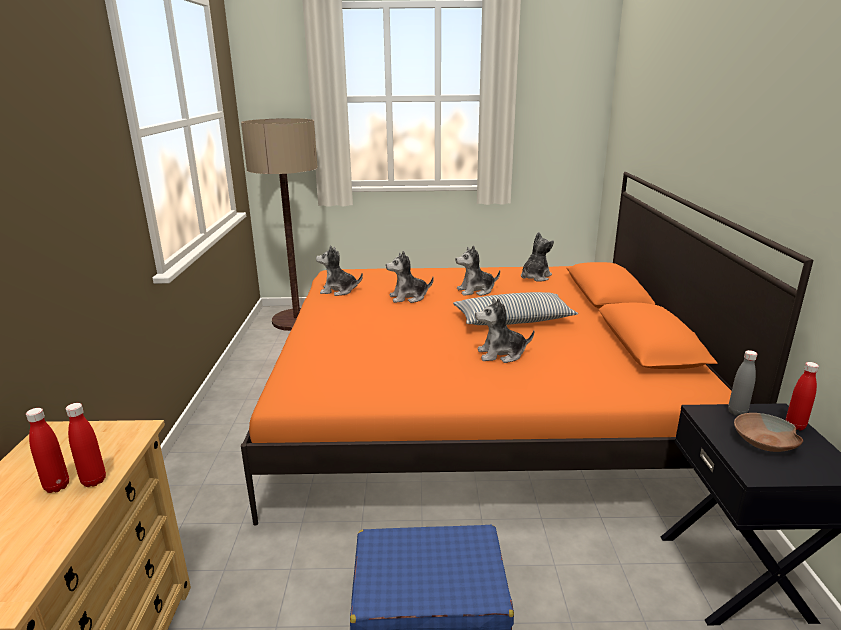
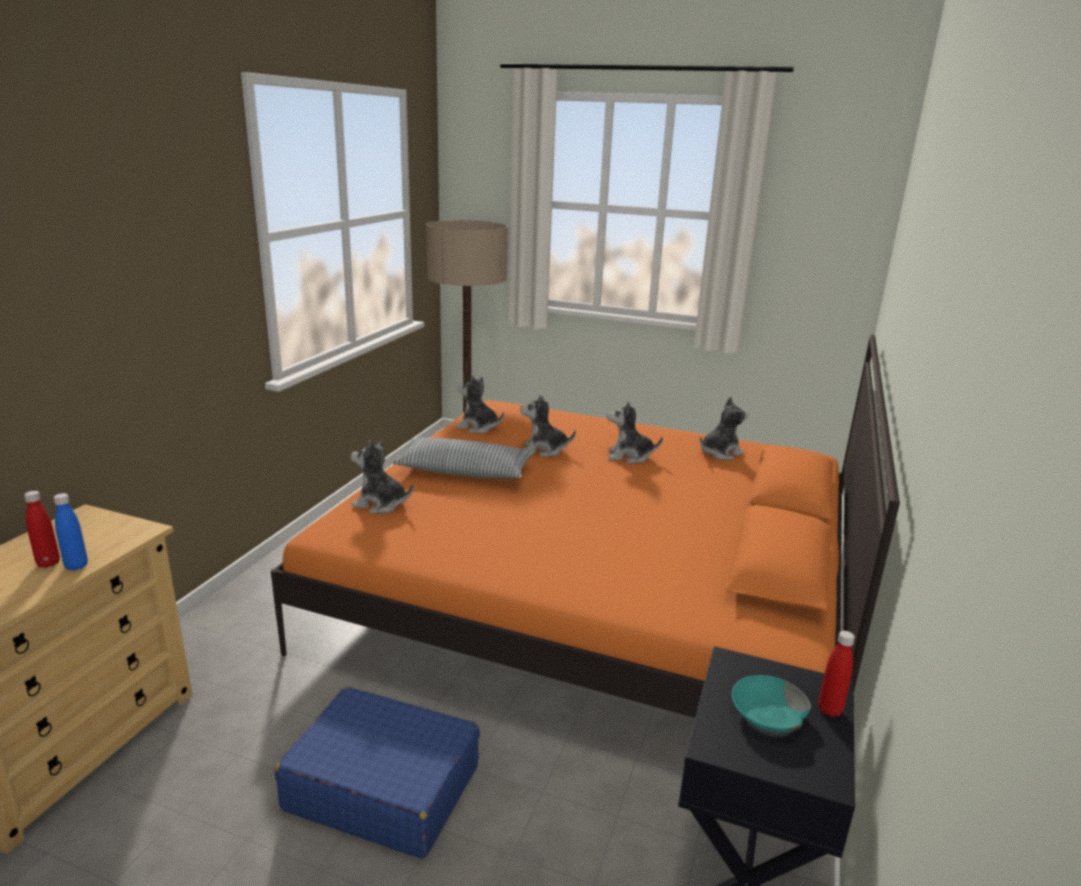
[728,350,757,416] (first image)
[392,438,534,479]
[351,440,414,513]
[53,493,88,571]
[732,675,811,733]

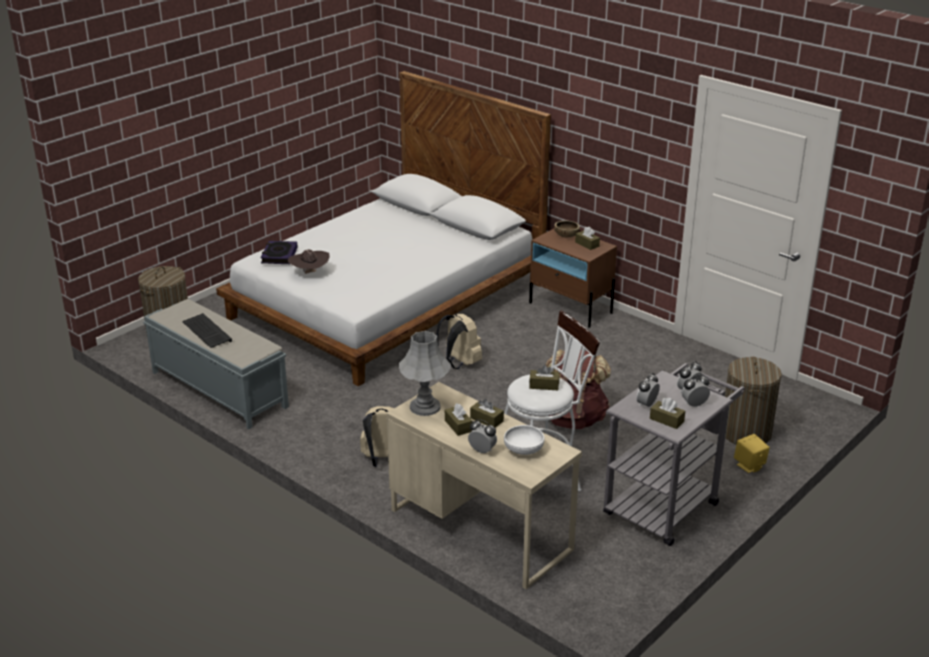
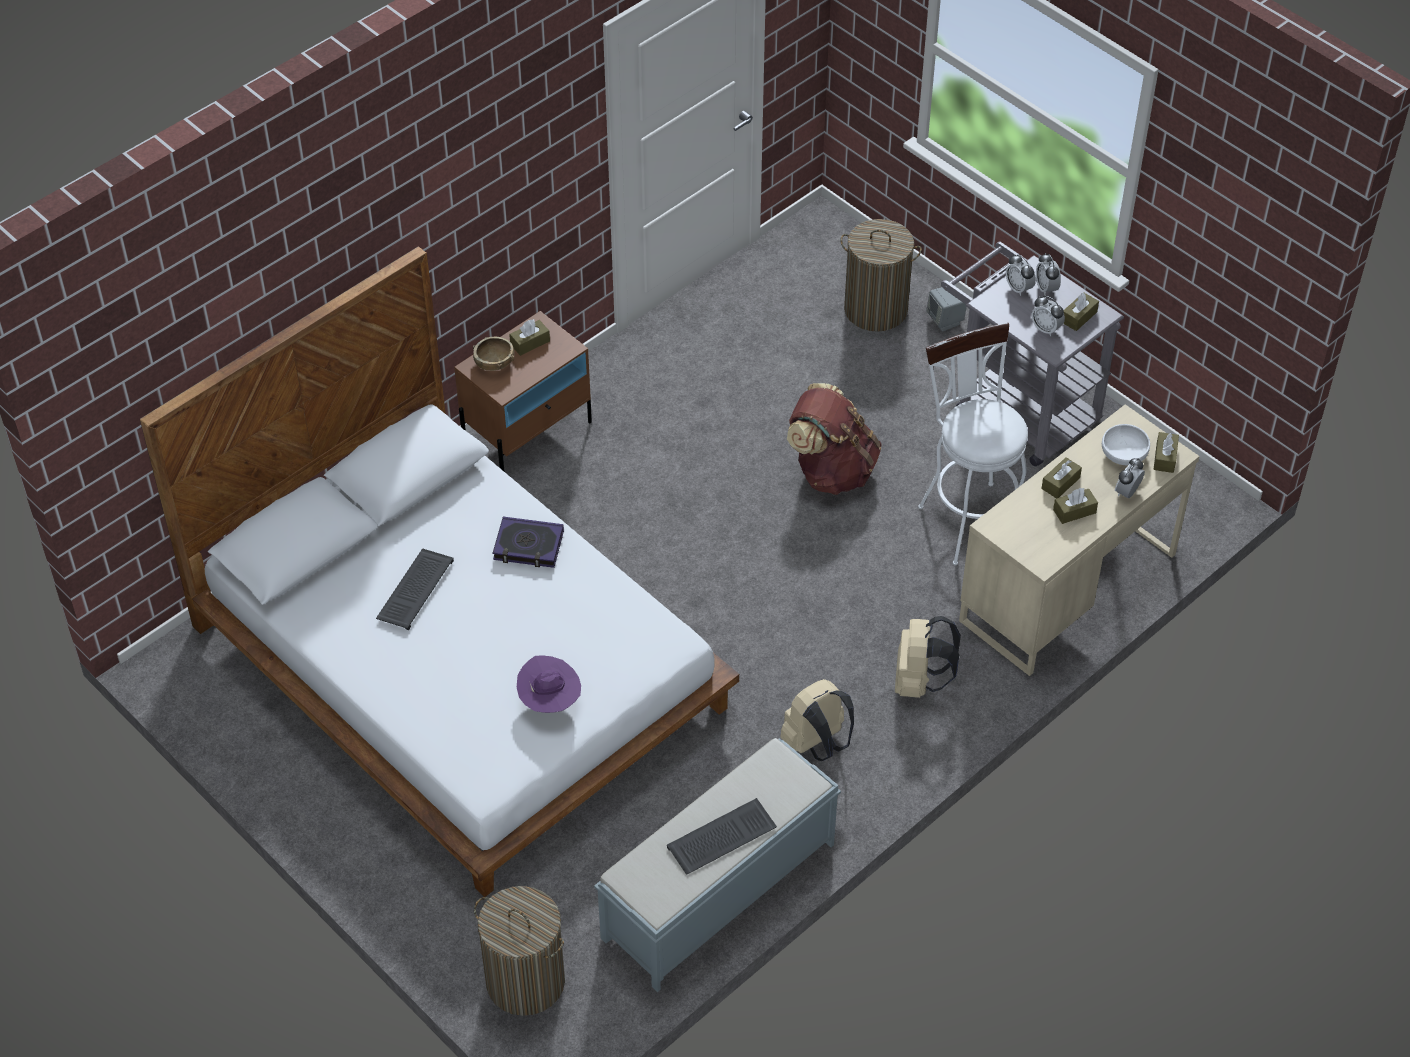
[399,331,451,416] (first image)
[376,548,454,630]
[493,517,564,568]
[780,679,854,761]
[1154,432,1179,473]
[517,655,581,713]
[926,285,967,332]

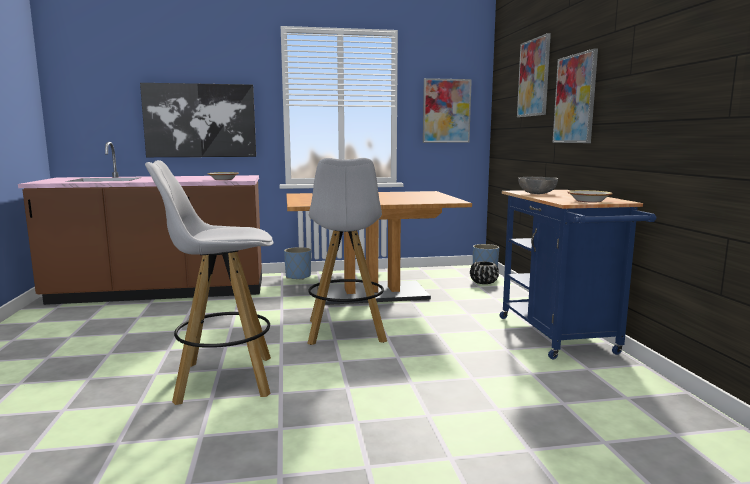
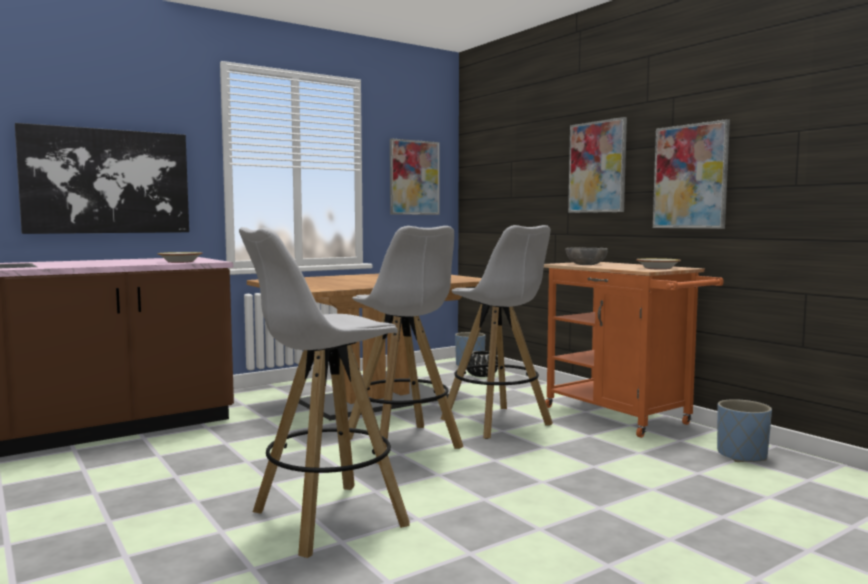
[441,225,553,439]
[717,399,772,462]
[653,119,730,229]
[544,262,723,438]

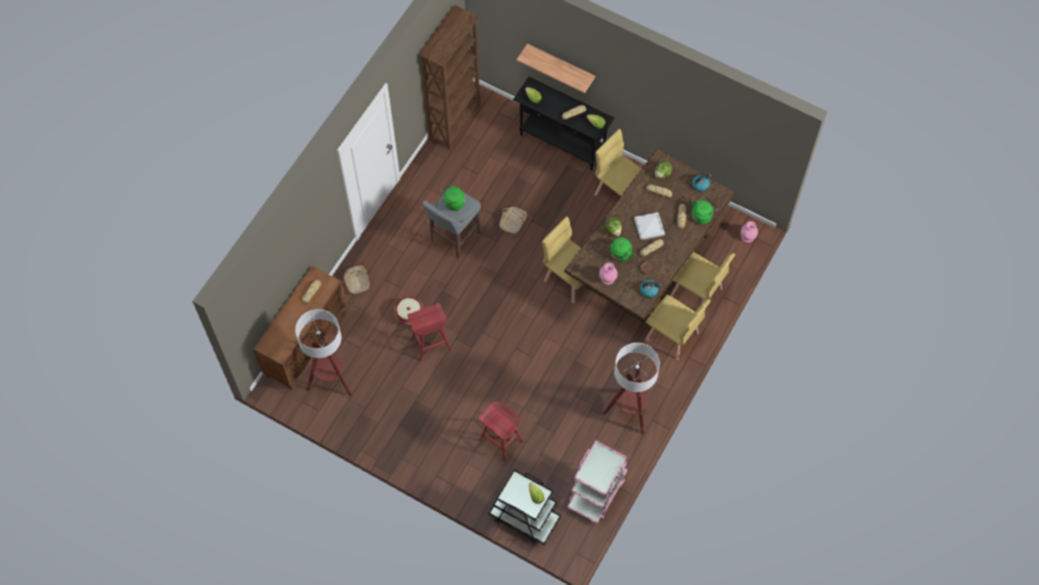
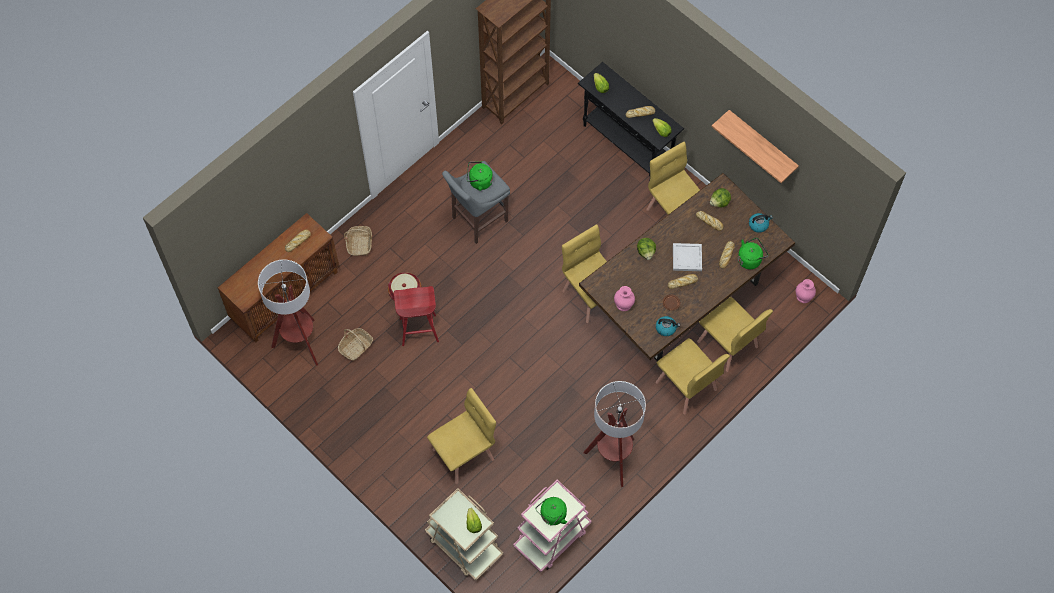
[338,328,373,361]
[712,110,799,183]
[536,497,567,526]
[427,388,496,484]
[425,488,503,581]

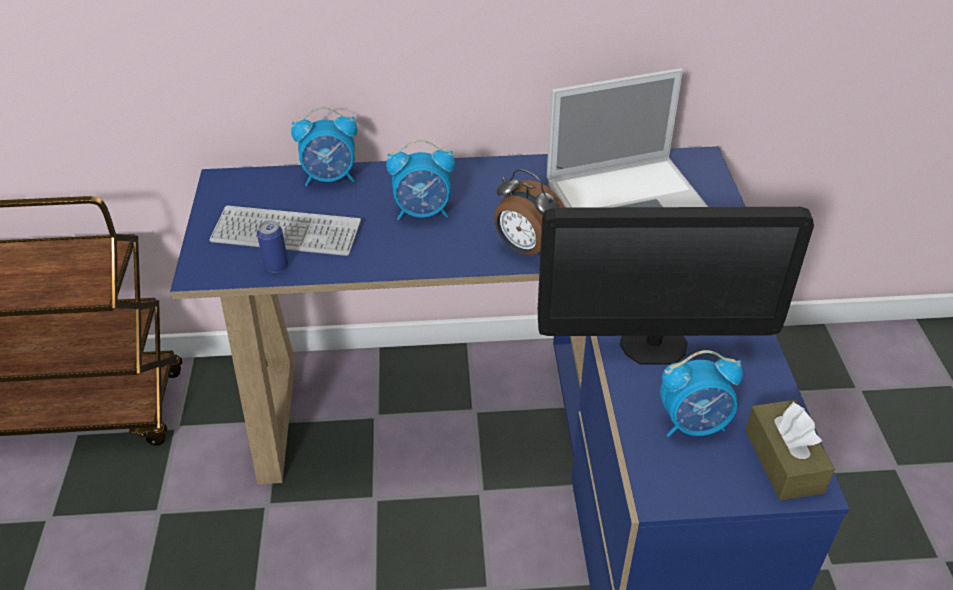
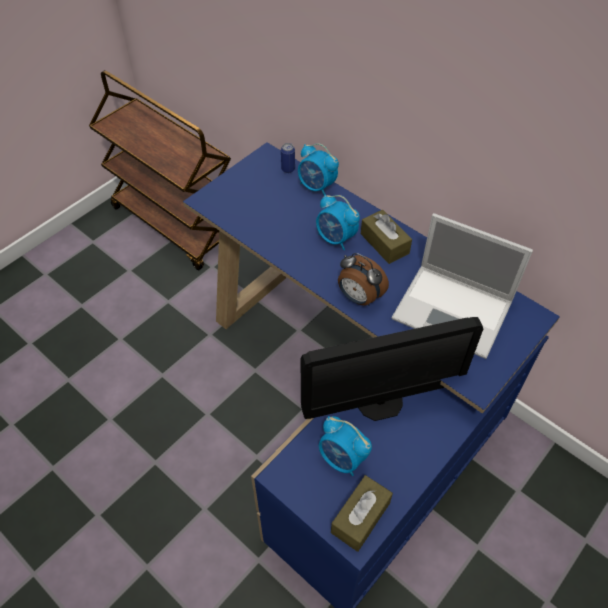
[210,206,361,256] (first image)
[361,210,412,264]
[281,143,295,173]
[338,253,389,306]
[301,317,483,421]

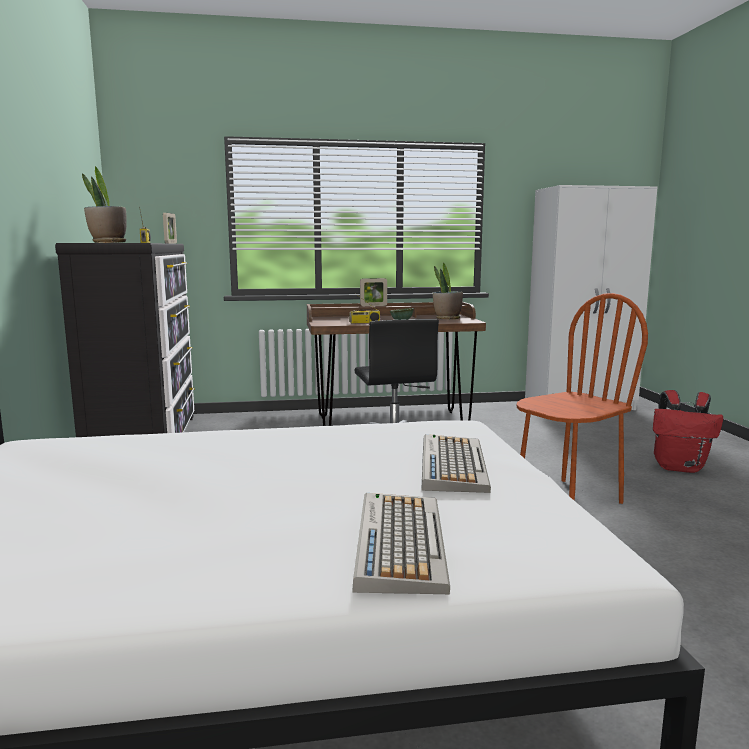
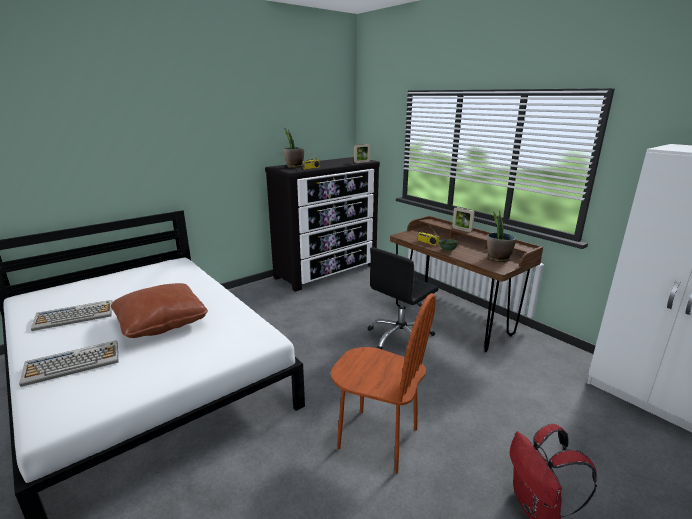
[111,283,208,338]
[31,300,113,331]

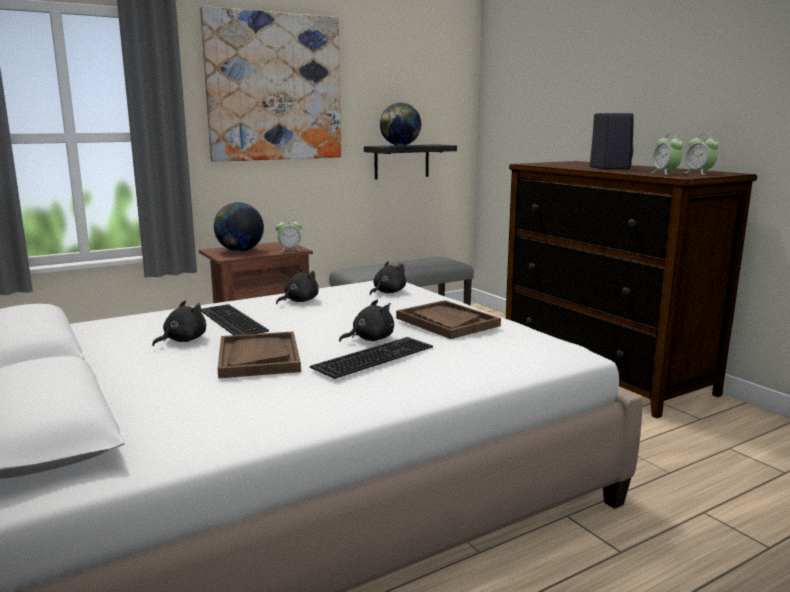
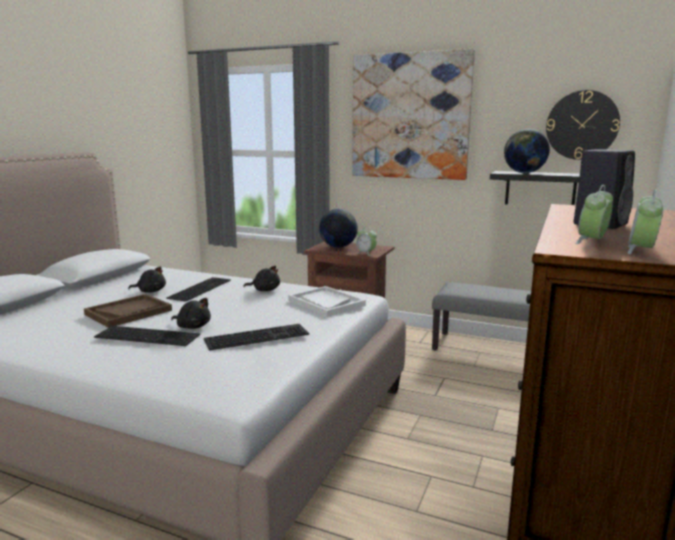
[546,90,620,160]
[288,286,366,317]
[204,324,309,351]

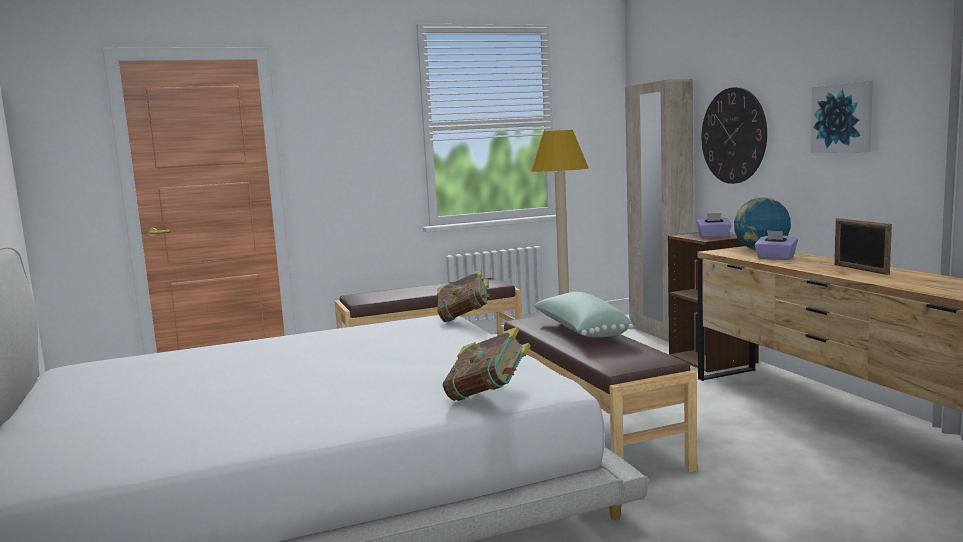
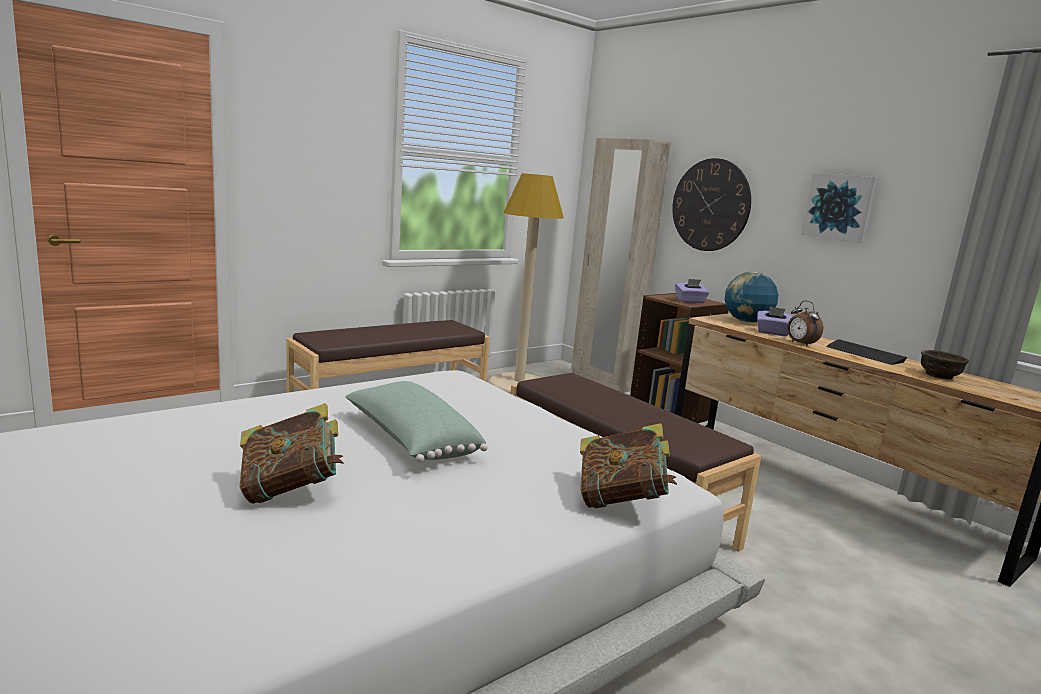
[787,301,823,346]
[921,350,969,379]
[240,403,343,504]
[345,381,488,462]
[826,339,907,365]

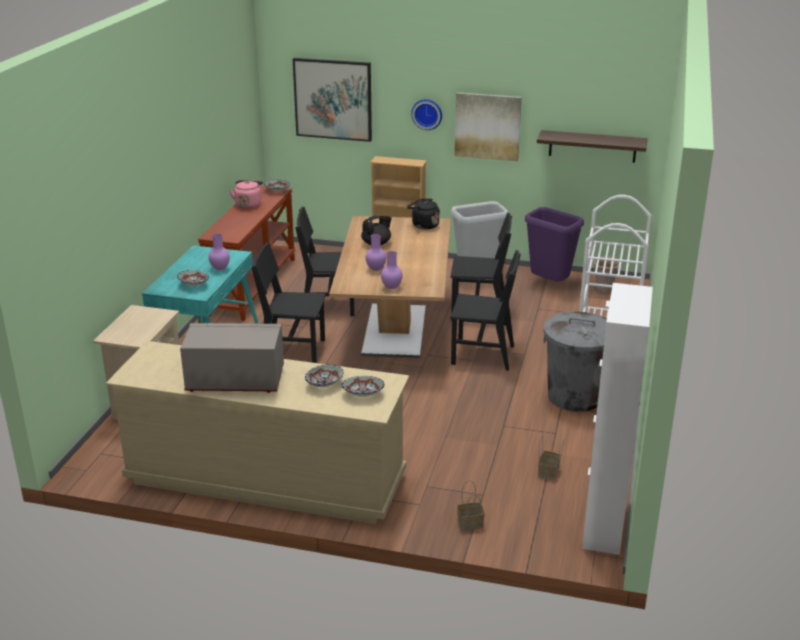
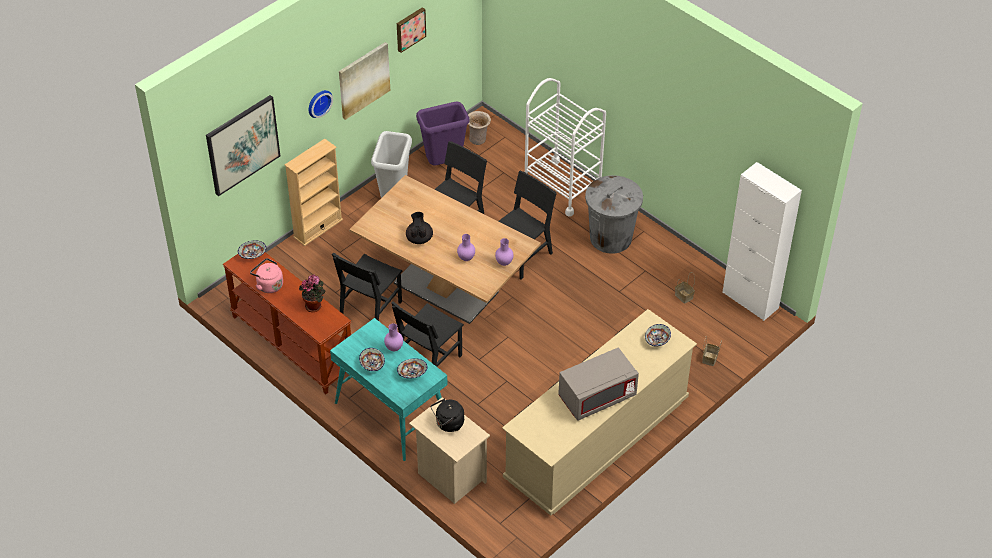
[537,130,648,163] (first image)
[299,275,325,312]
[397,7,426,53]
[359,348,385,371]
[431,399,464,432]
[558,347,639,421]

